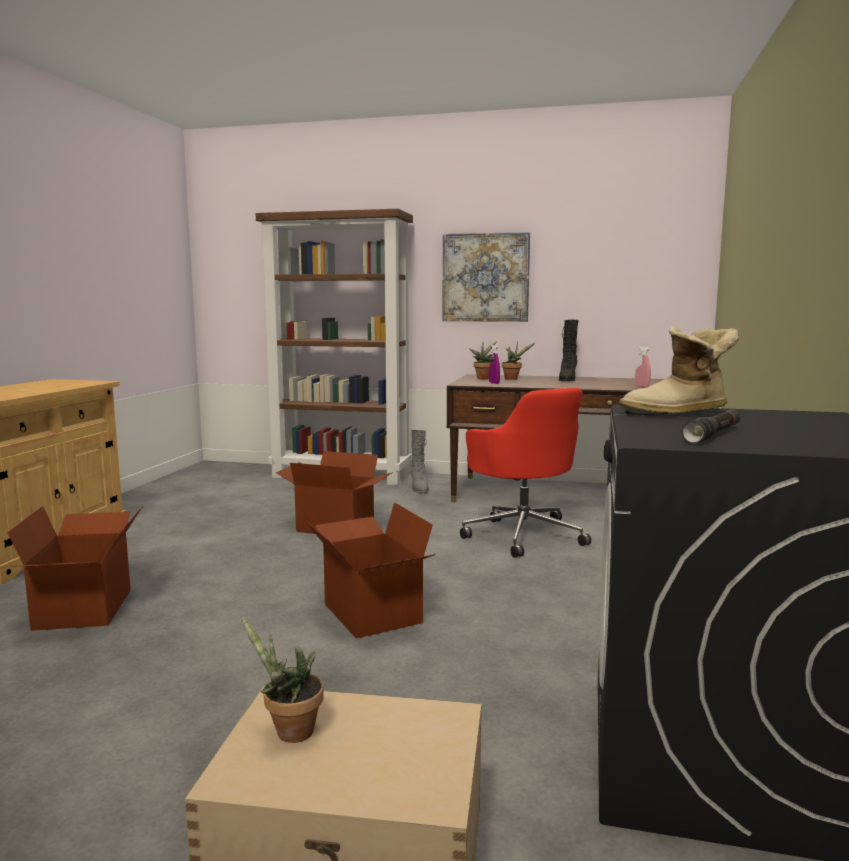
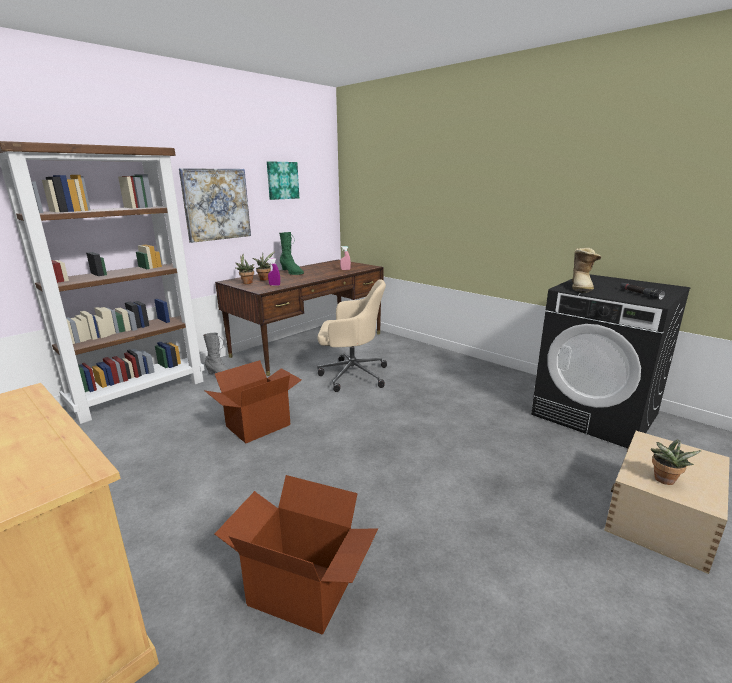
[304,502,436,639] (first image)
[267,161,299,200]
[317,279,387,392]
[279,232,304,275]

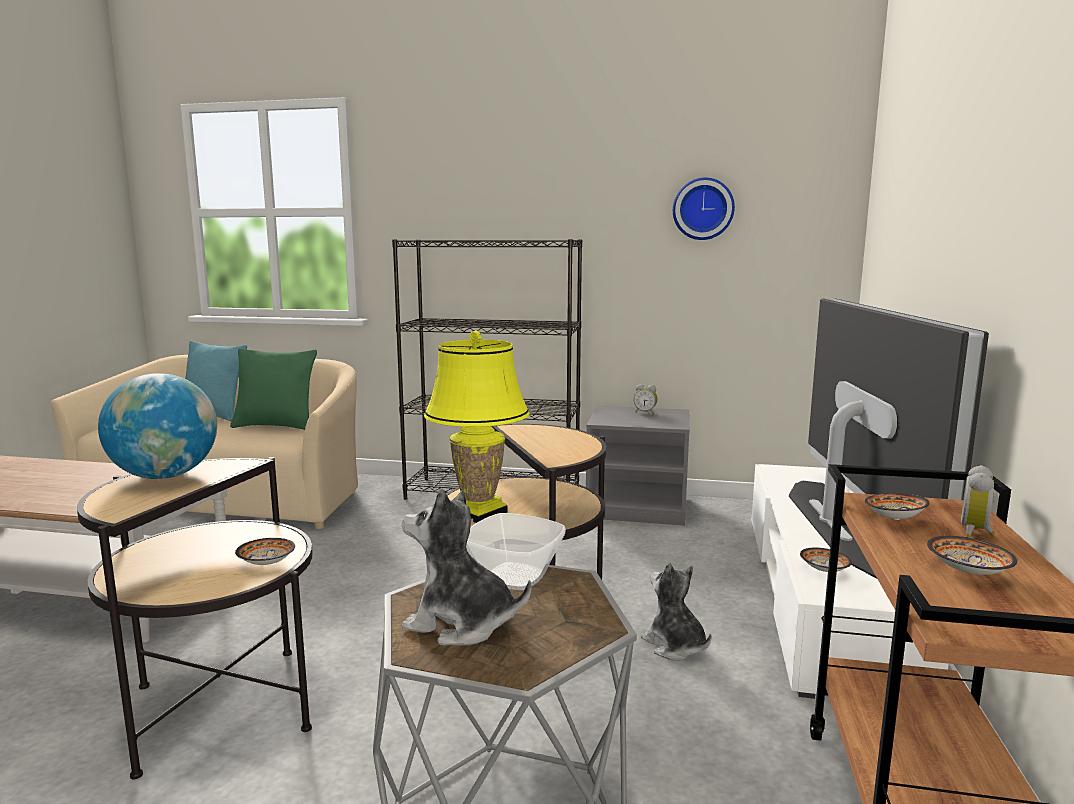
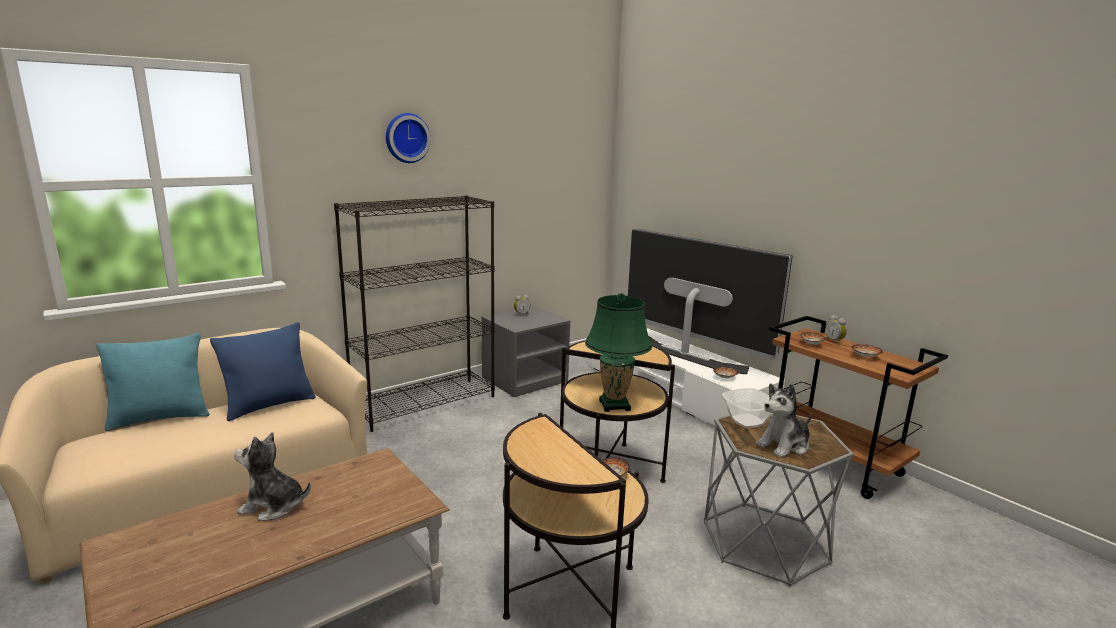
[98,373,217,479] (first image)
[234,432,311,521]
[386,113,431,163]
[210,322,316,421]
[585,293,652,412]

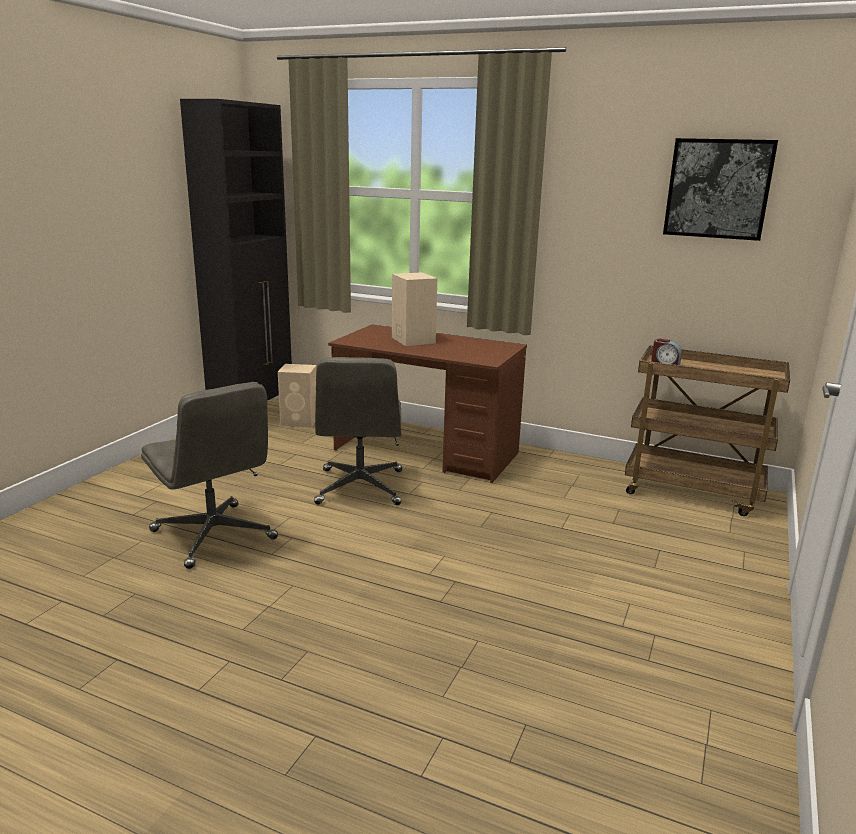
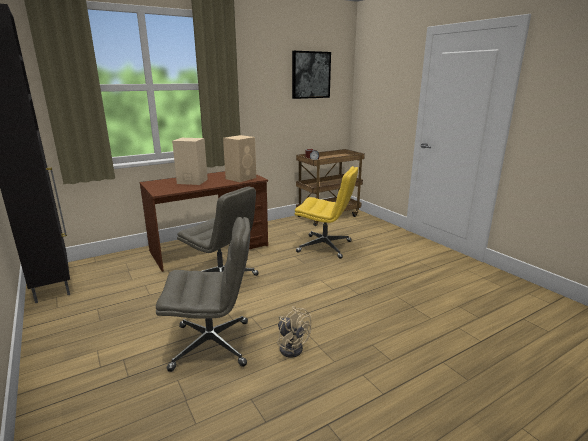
[277,306,311,358]
[295,166,358,259]
[223,135,256,182]

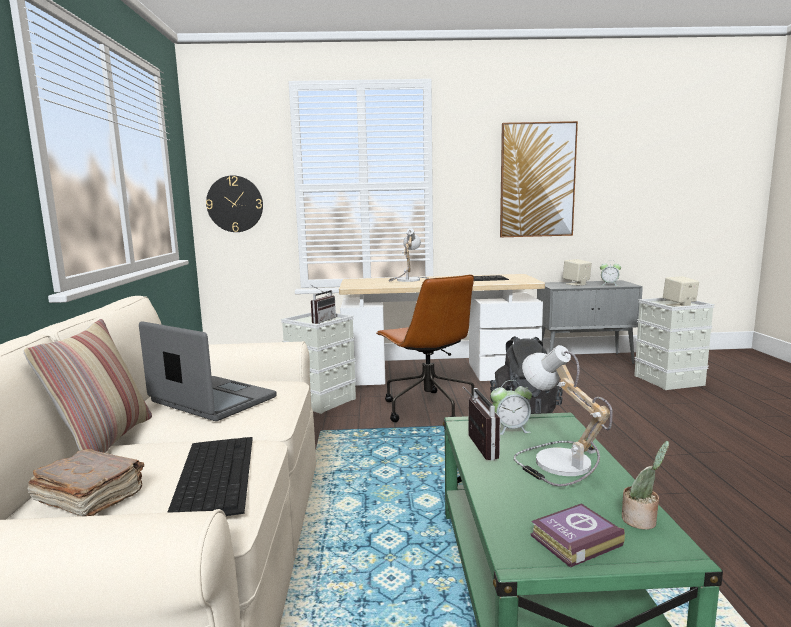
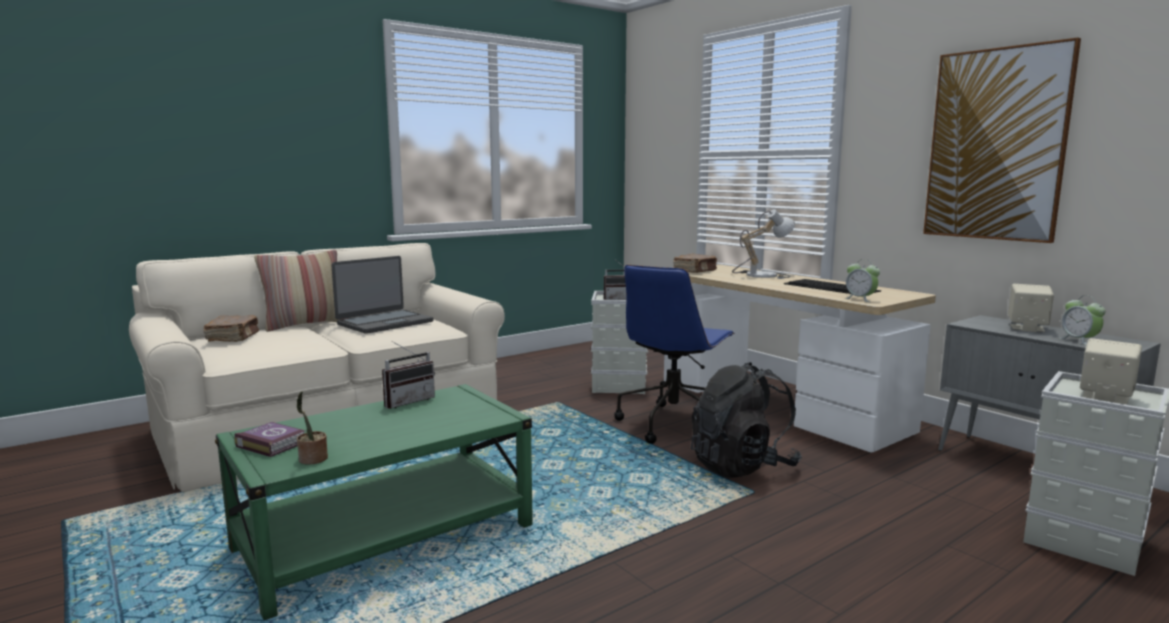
[167,437,253,516] (first image)
[206,175,263,232] (first image)
[514,345,613,487] (first image)
[673,254,717,273]
[844,259,880,302]
[614,265,735,444]
[331,256,434,334]

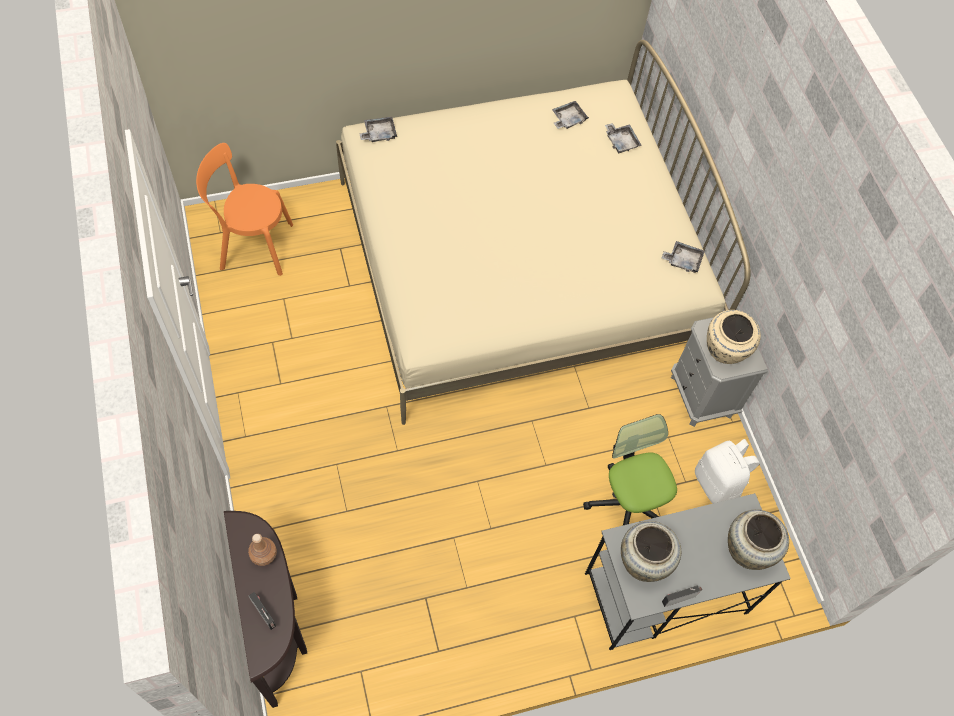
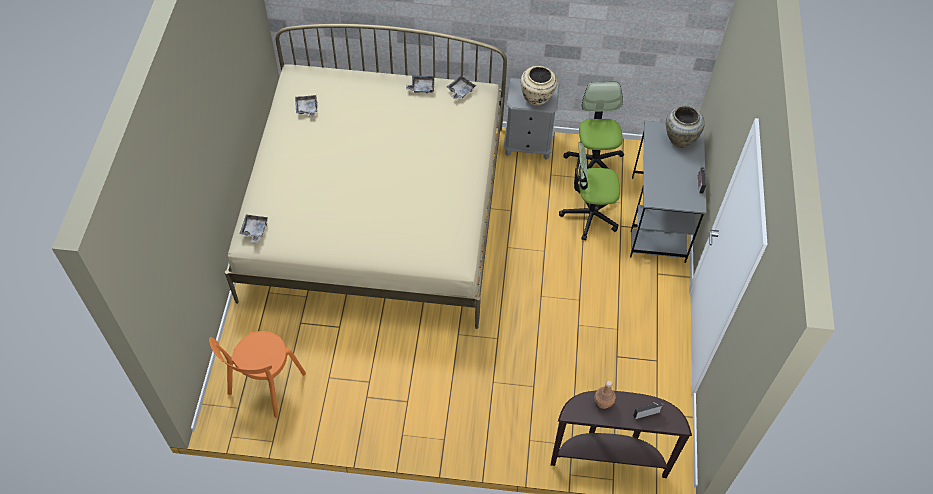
[621,521,681,582] (first image)
[406,76,434,93]
[563,82,624,181]

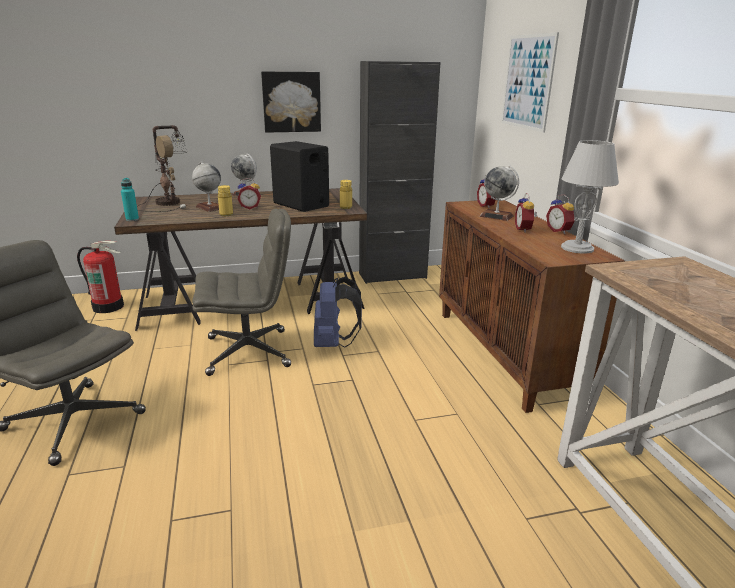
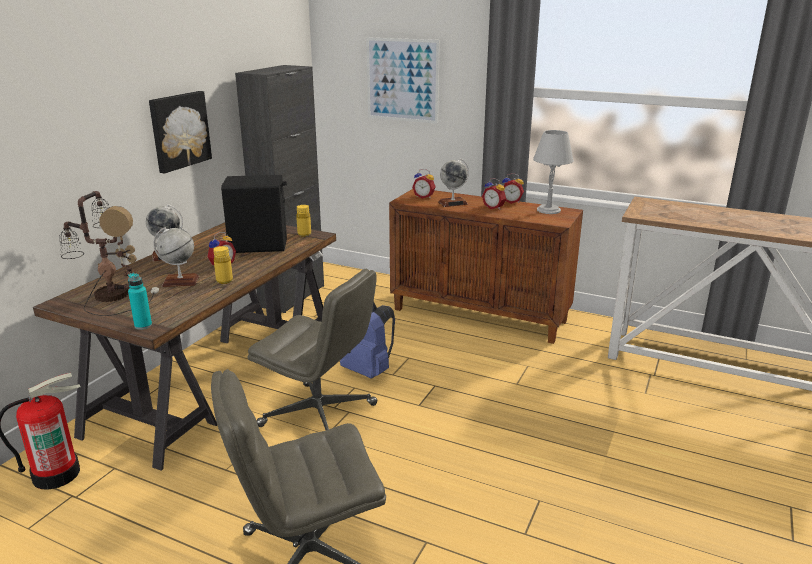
[247,269,378,430]

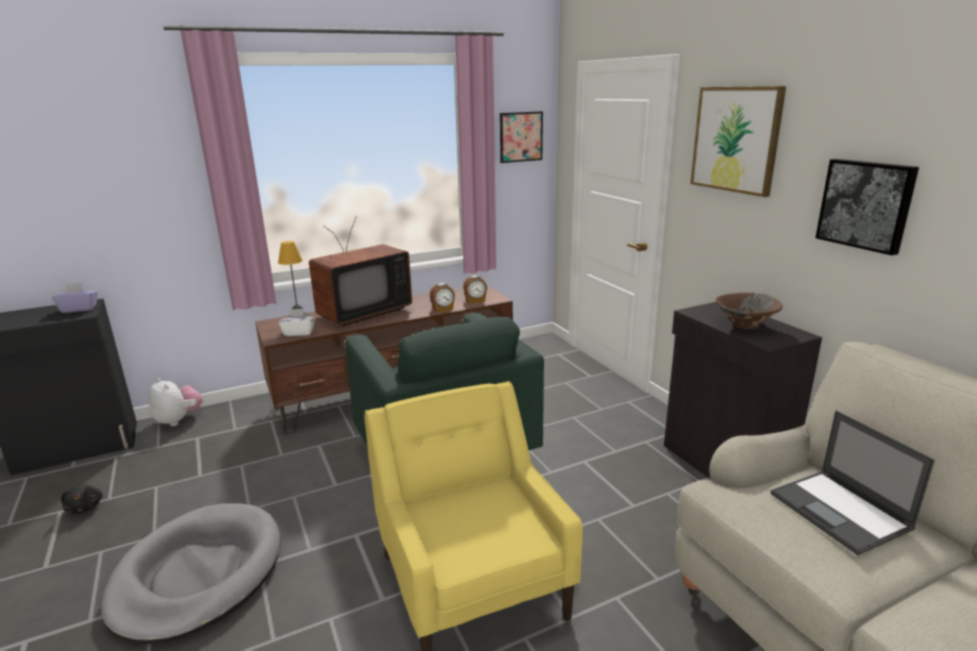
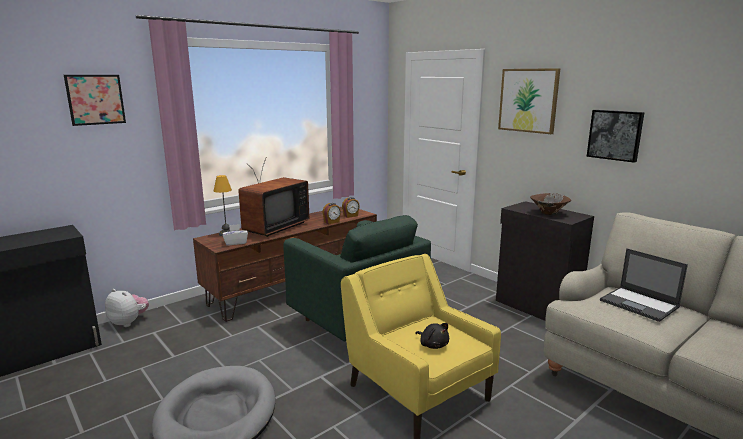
[52,282,98,313] (first image)
[415,323,449,349]
[64,75,126,126]

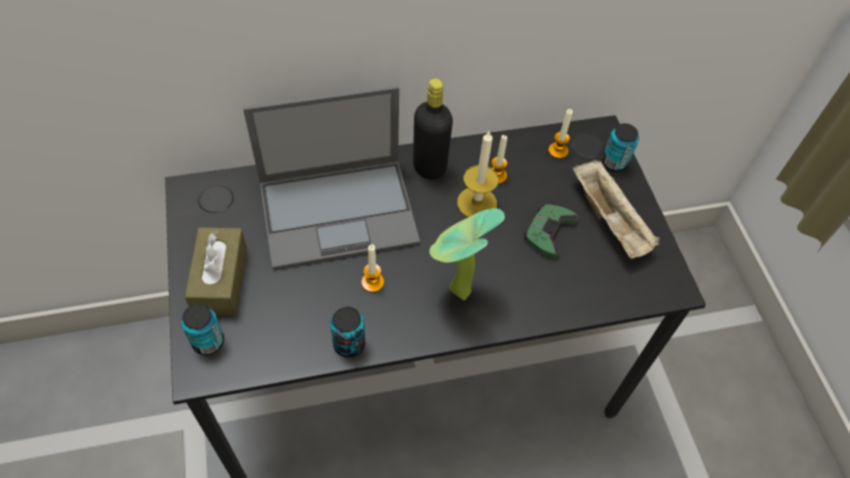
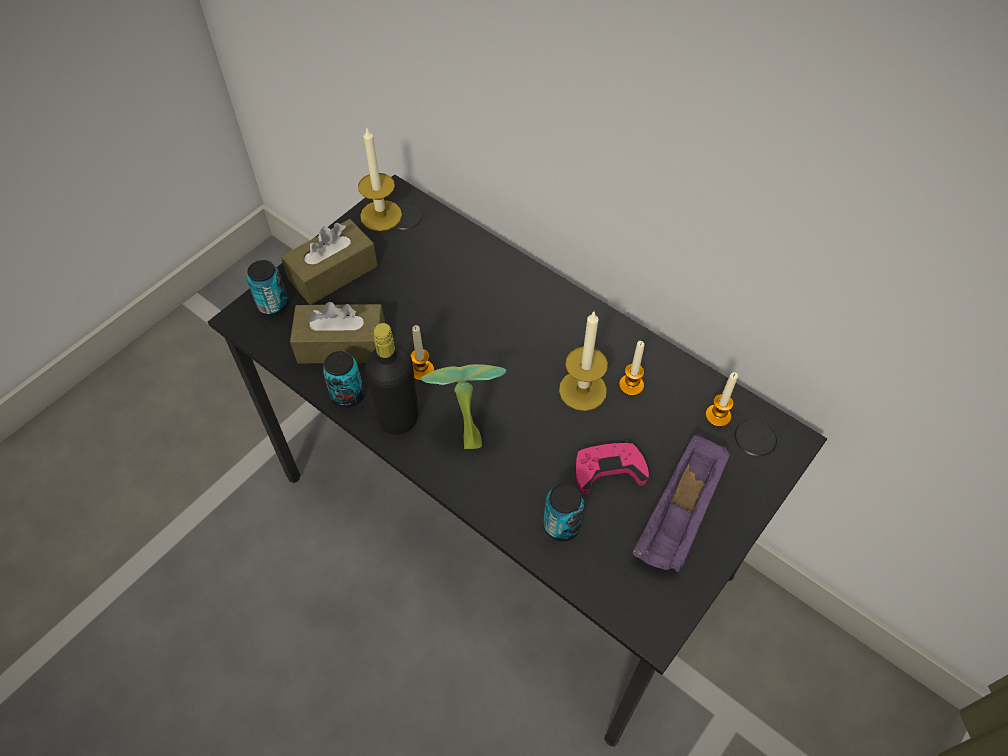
[243,85,420,270] (first image)
[290,302,385,363]
[358,128,402,231]
[365,323,418,435]
[543,483,584,541]
[575,441,649,494]
[632,434,730,572]

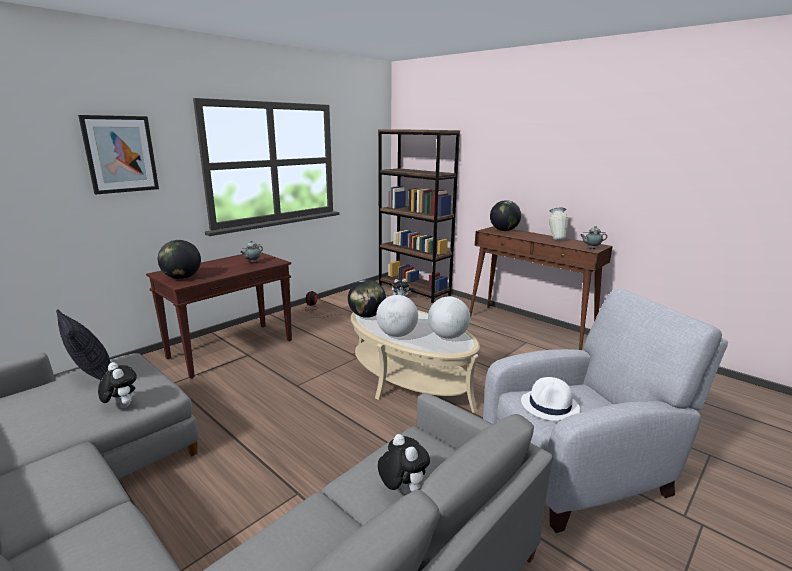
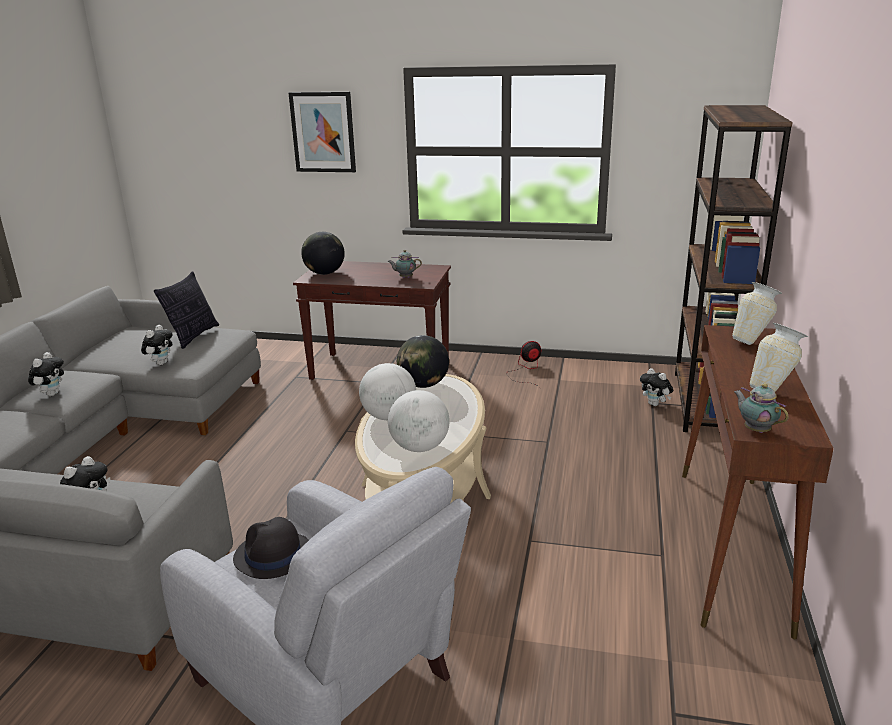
[28,352,64,396]
[732,282,782,345]
[233,517,309,579]

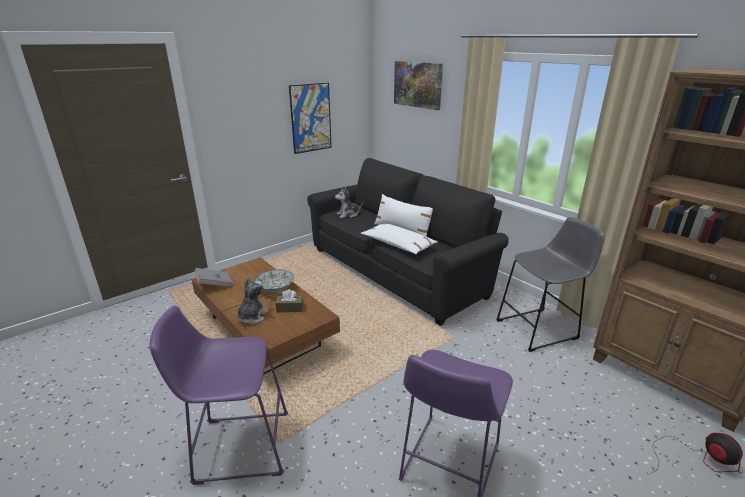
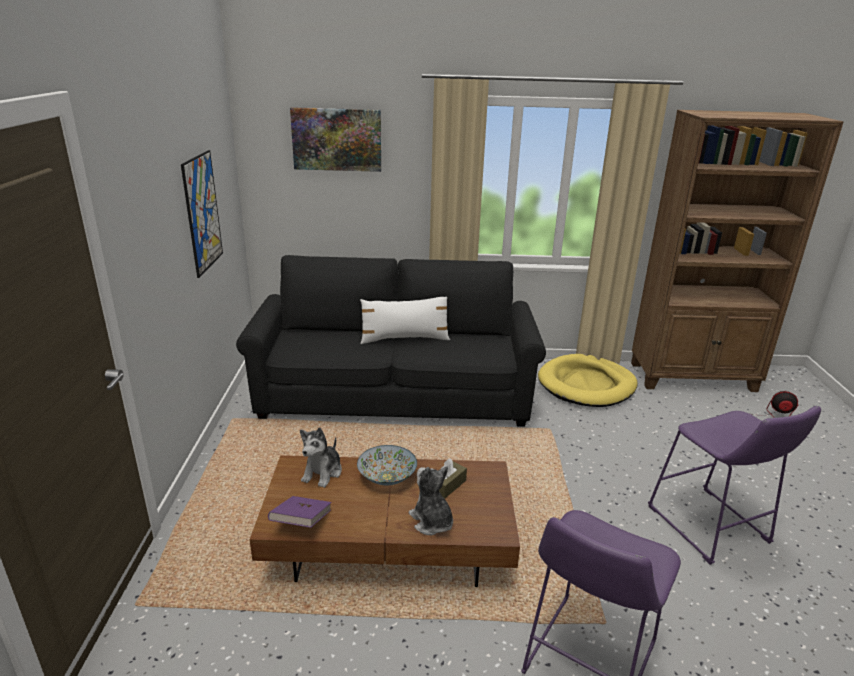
[361,224,438,254] (first image)
[300,427,342,488]
[538,354,637,407]
[268,496,332,528]

